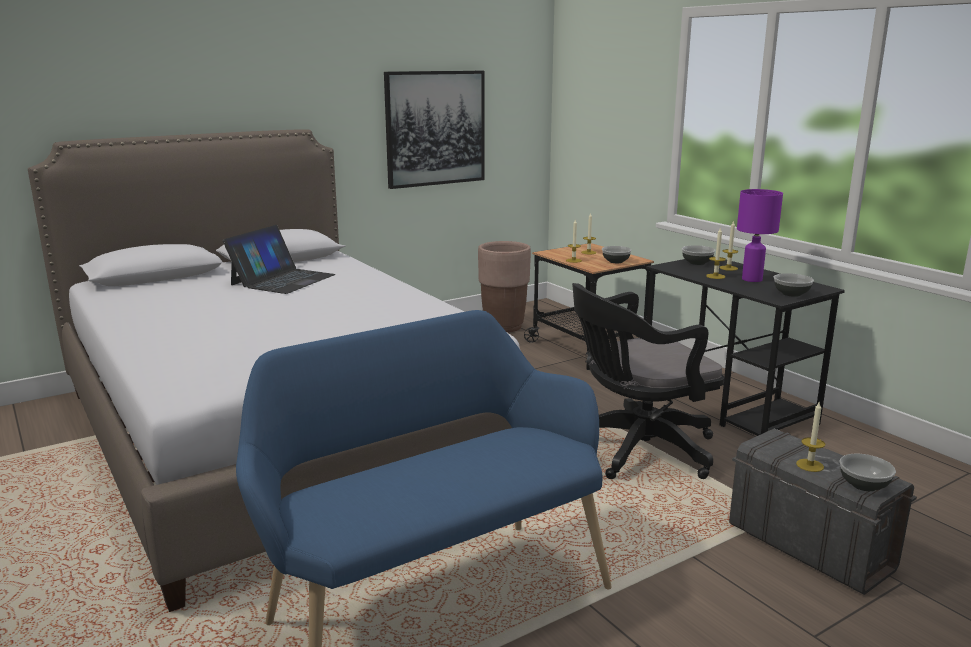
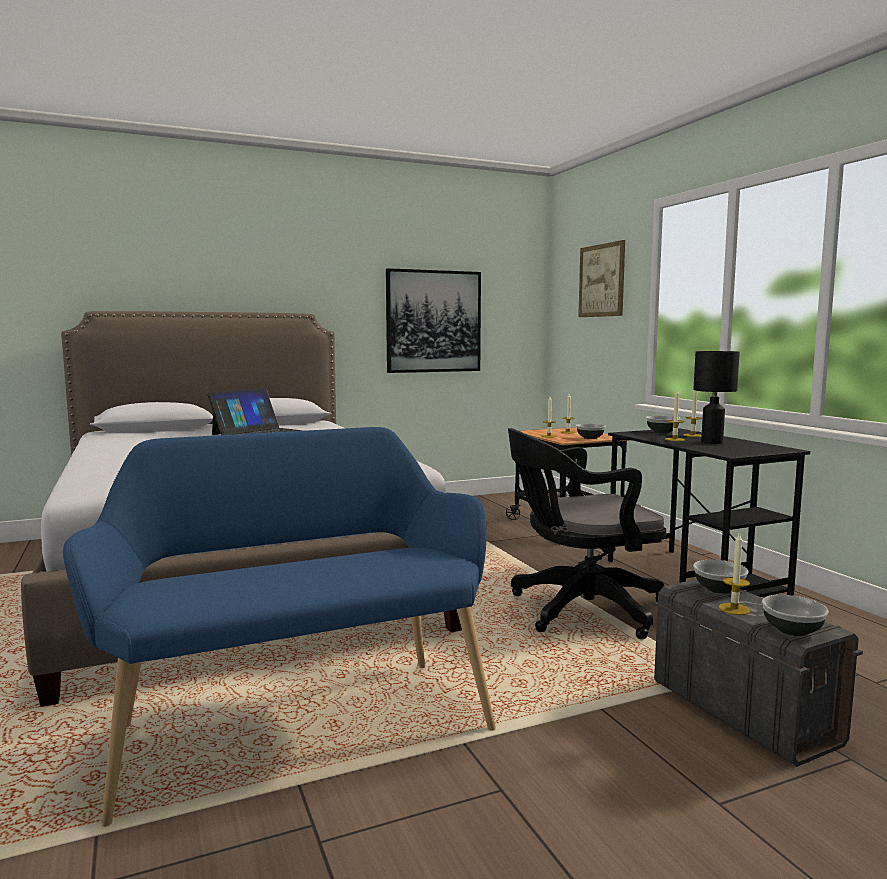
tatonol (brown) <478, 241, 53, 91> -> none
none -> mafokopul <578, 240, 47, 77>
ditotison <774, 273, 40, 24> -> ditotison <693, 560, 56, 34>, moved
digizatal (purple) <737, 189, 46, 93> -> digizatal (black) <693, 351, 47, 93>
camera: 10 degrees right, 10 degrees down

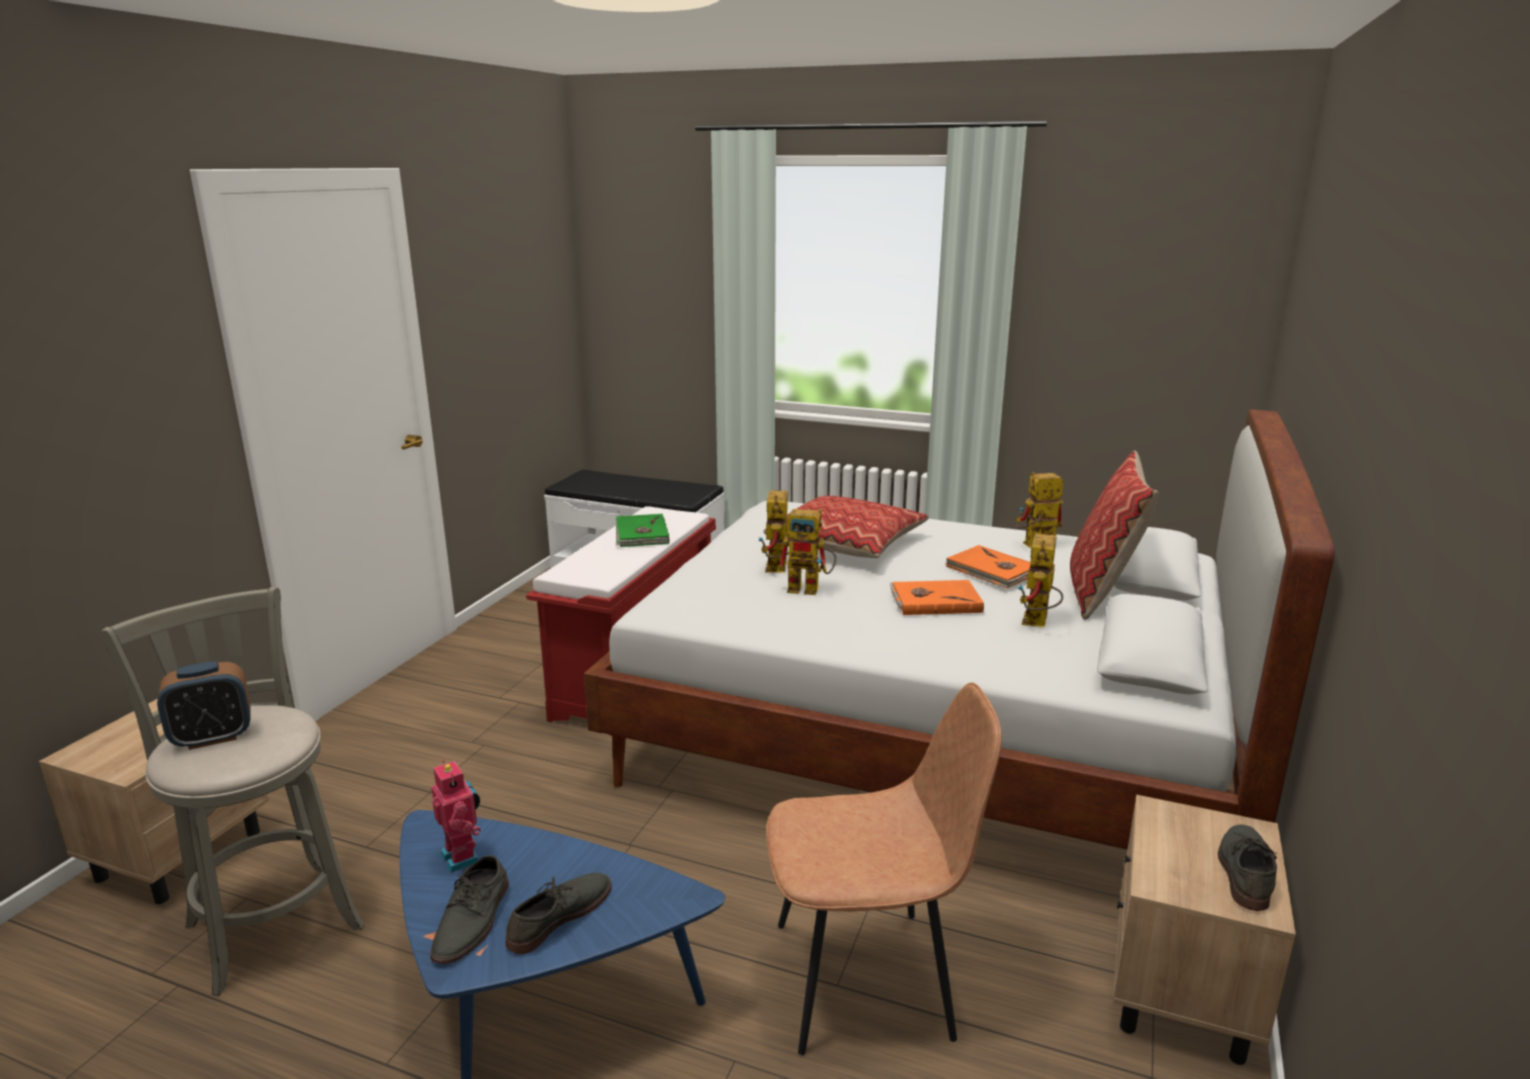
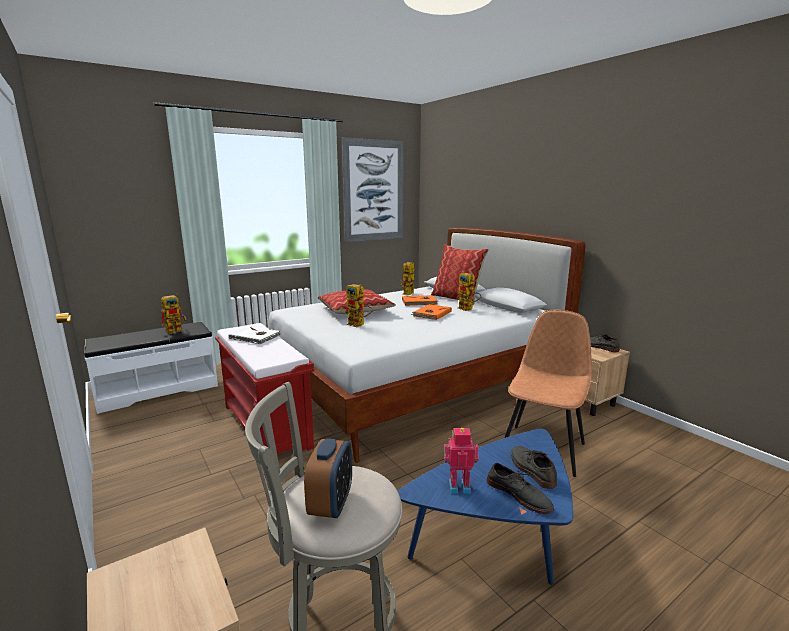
none -> mafokopul <342, 137, 62, 105>
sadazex <777, 509, 59, 86> -> sadazex <161, 293, 26, 41>, moved
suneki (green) <616, 514, 54, 33> -> suneki (white) <228, 326, 52, 19>
camera: 55 degrees left, 5 degrees down

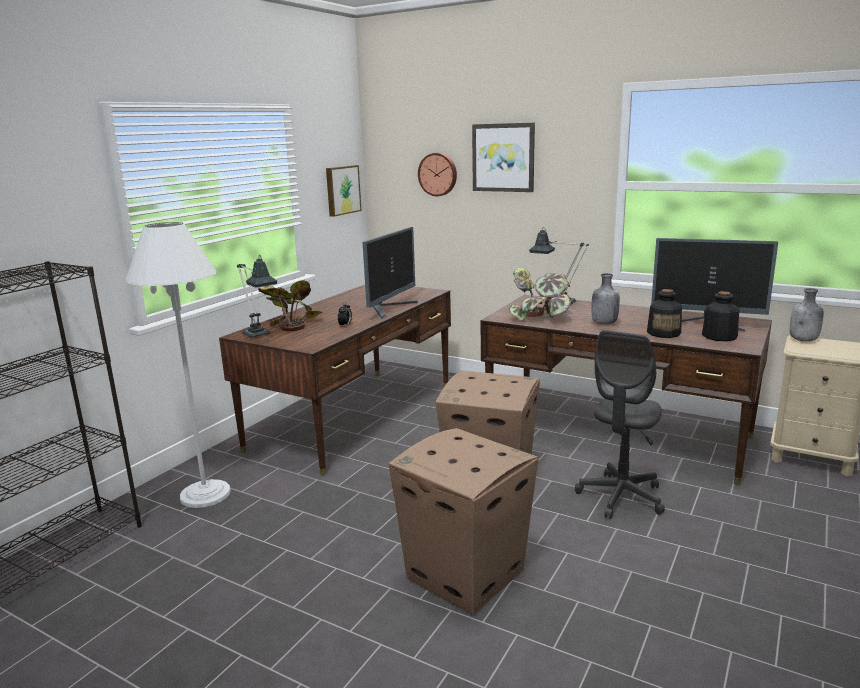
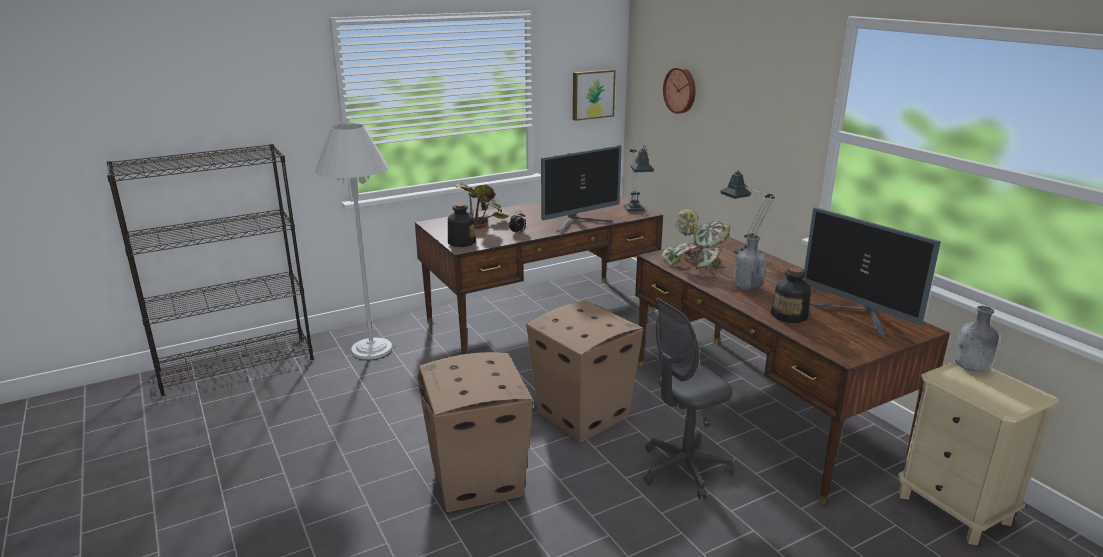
mafokopul <472, 123, 63, 69> -> none
digizatal <237, 256, 40, 82> -> digizatal <624, 145, 30, 67>, moved
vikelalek <702, 291, 37, 50> -> vikelalek <448, 203, 28, 44>, moved
camera: 30 degrees right, 5 degrees up

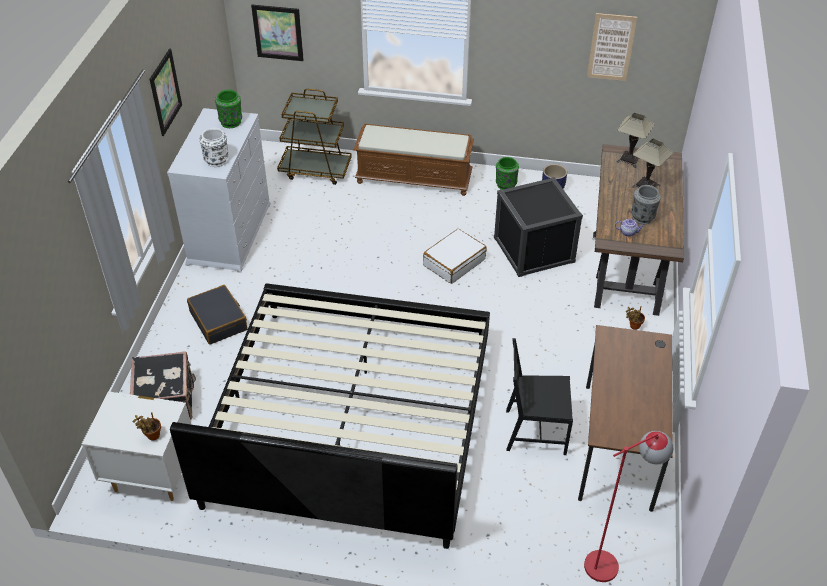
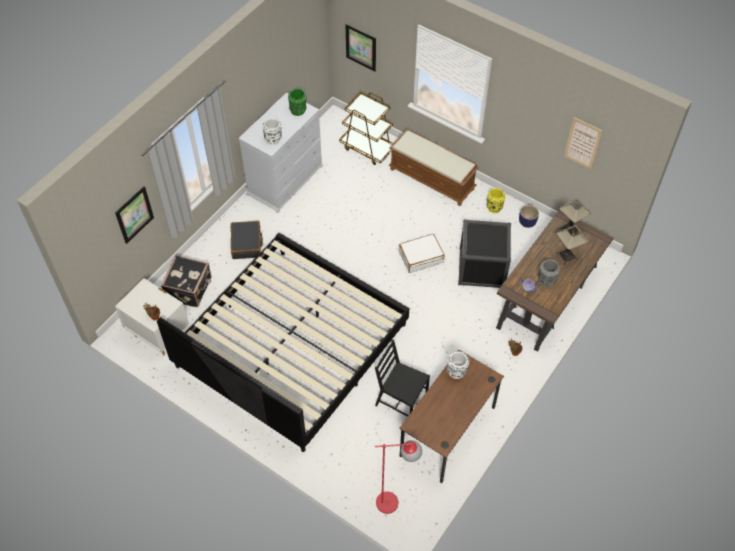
none -> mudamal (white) <447, 351, 22, 28>
mafokopul <149, 49, 33, 87> -> mafokopul <115, 186, 39, 58>, moved
mudamal (green) <496, 157, 23, 33> -> mudamal (yellow) <487, 188, 18, 25>
camera: 25 degrees right, 10 degrees up

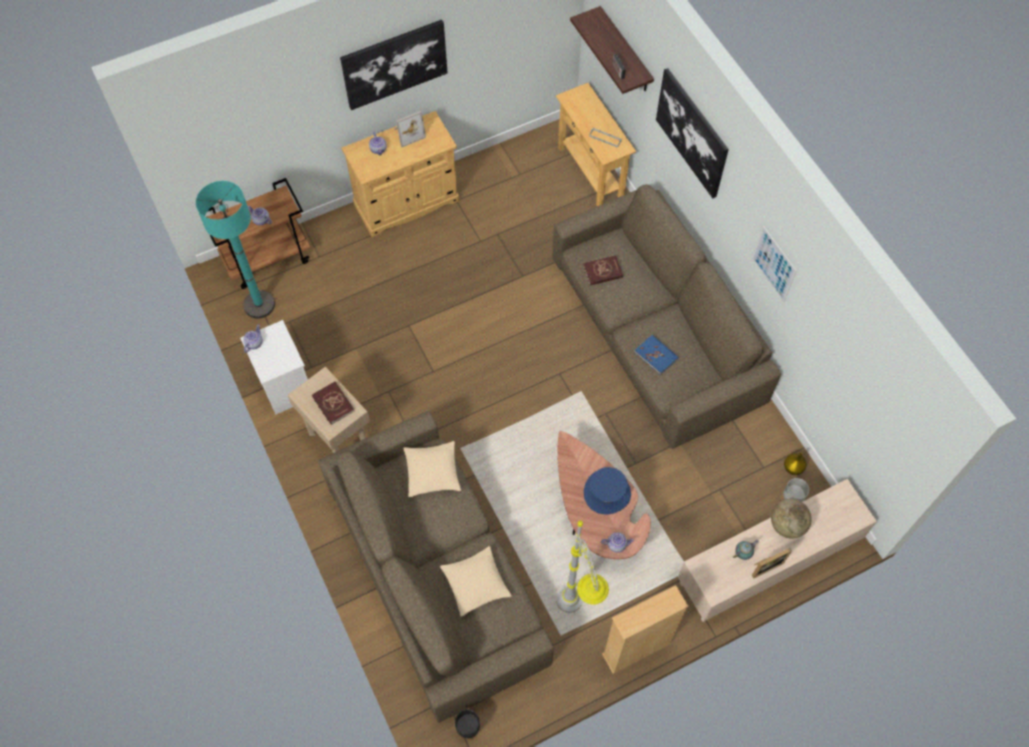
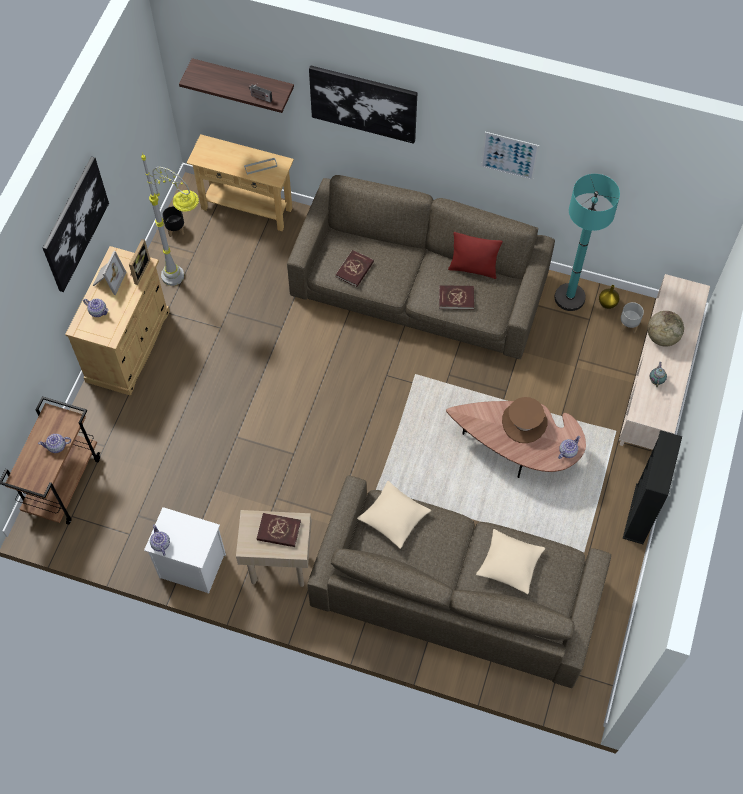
none -> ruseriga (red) <448, 232, 55, 47>
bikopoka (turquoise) <196, 181, 79, 138> -> bikopoka (turquoise) <554, 174, 66, 137>, moved
tatonol (black) <455, 710, 26, 31> -> tatonol (black) <162, 206, 22, 31>, moved
bikopoka (grey) <556, 520, 53, 93> -> bikopoka (grey) <141, 153, 58, 133>, moved
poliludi <752, 548, 40, 31> -> poliludi <129, 239, 21, 46>, moved
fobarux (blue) <584, 467, 47, 48> -> fobarux (brown) <502, 397, 45, 46>
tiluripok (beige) <602, 585, 86, 89> -> tiluripok (black) <623, 430, 59, 114>
suneki (blue) <634, 335, 45, 40> -> suneki (red) <439, 285, 35, 24>
camera: 45 degrees left, 0 degrees up

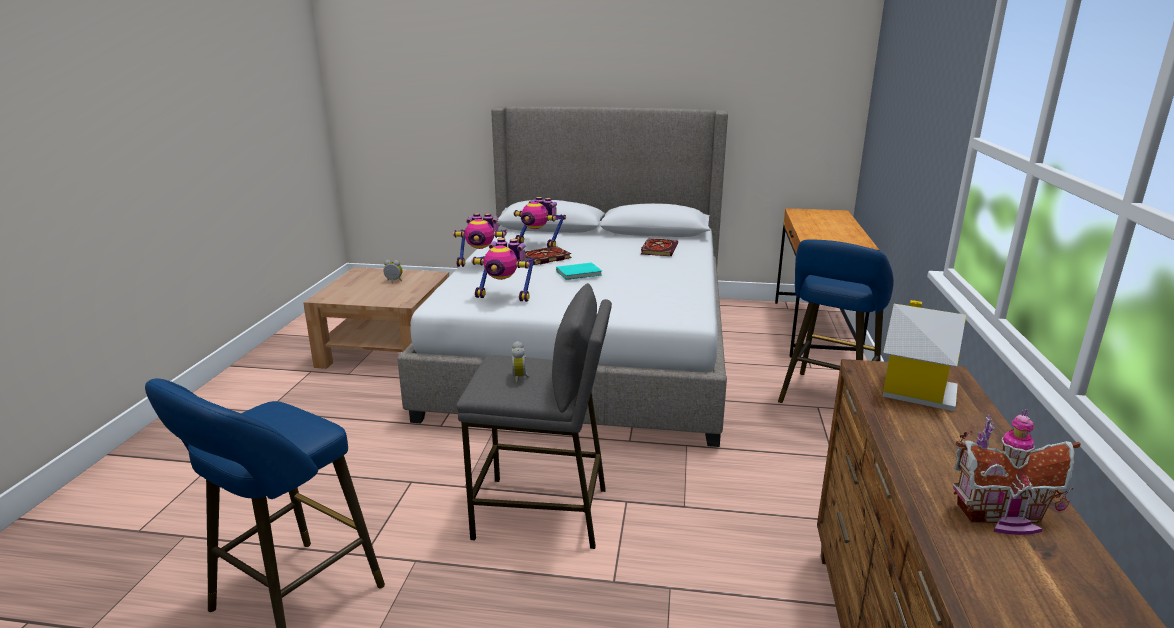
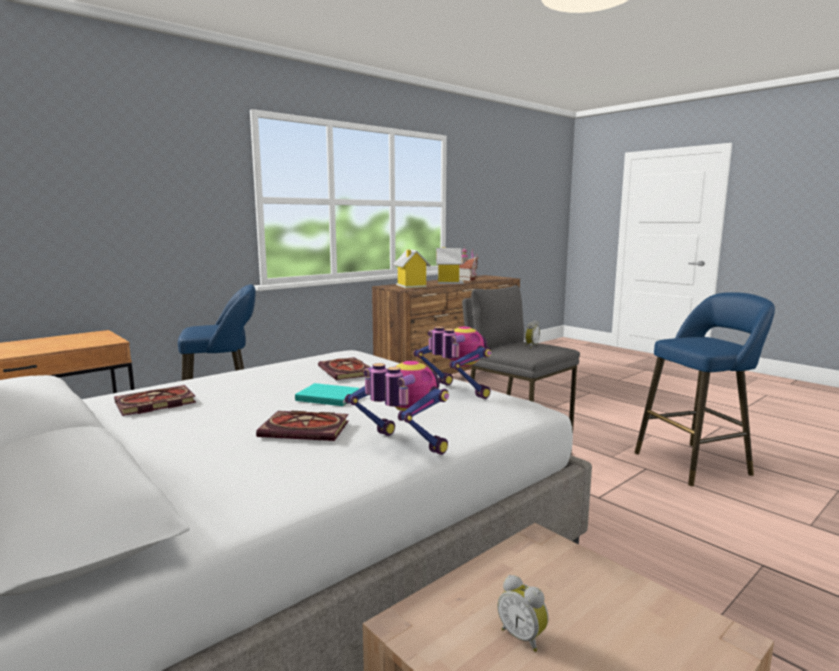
sadazex <513, 197, 53, 50> -> none
none -> suneki <318, 357, 52, 23>
none -> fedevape <436, 247, 28, 37>
camera: 140 degrees left, 10 degrees down

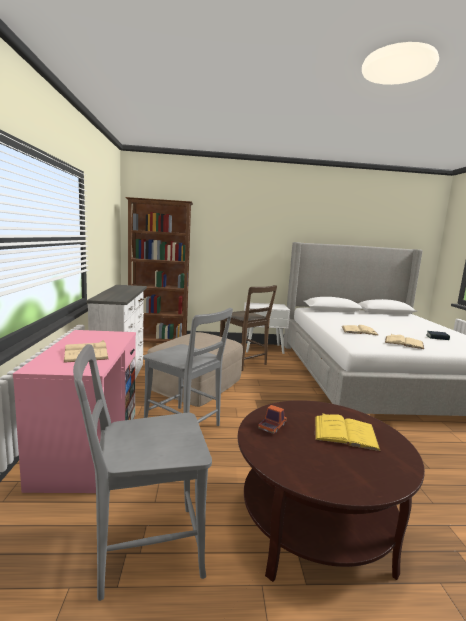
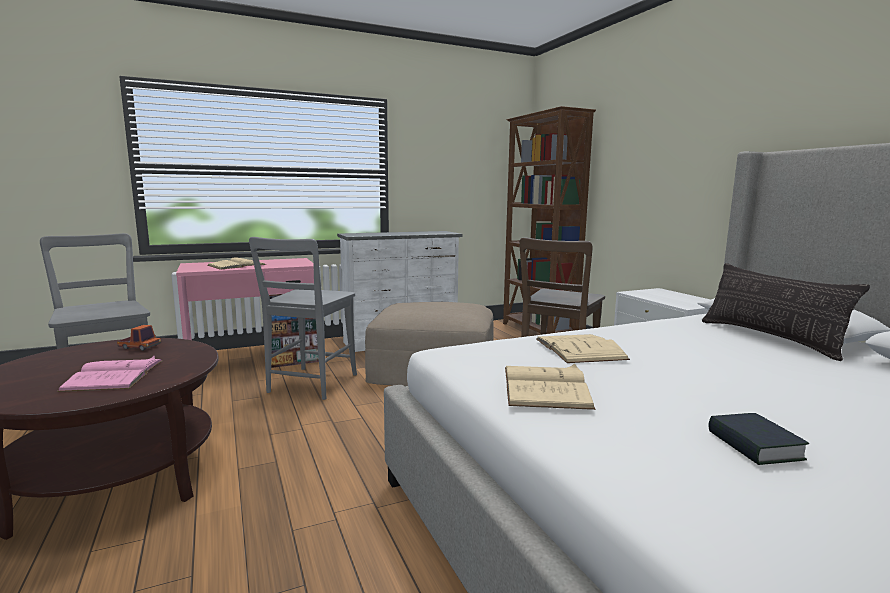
none -> ruseriga <702, 263, 168, 98>
suneki (yellow) <315, 413, 66, 39> -> suneki (pink) <57, 356, 106, 36>
camera: 70 degrees right, 0 degrees up

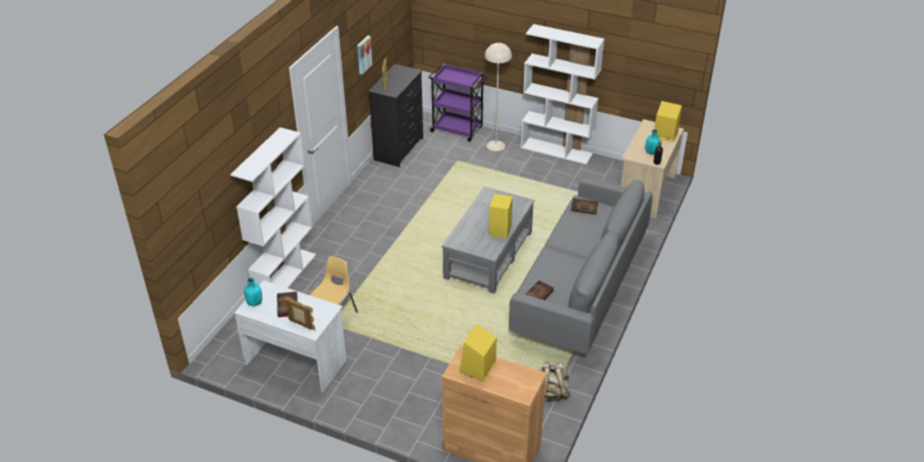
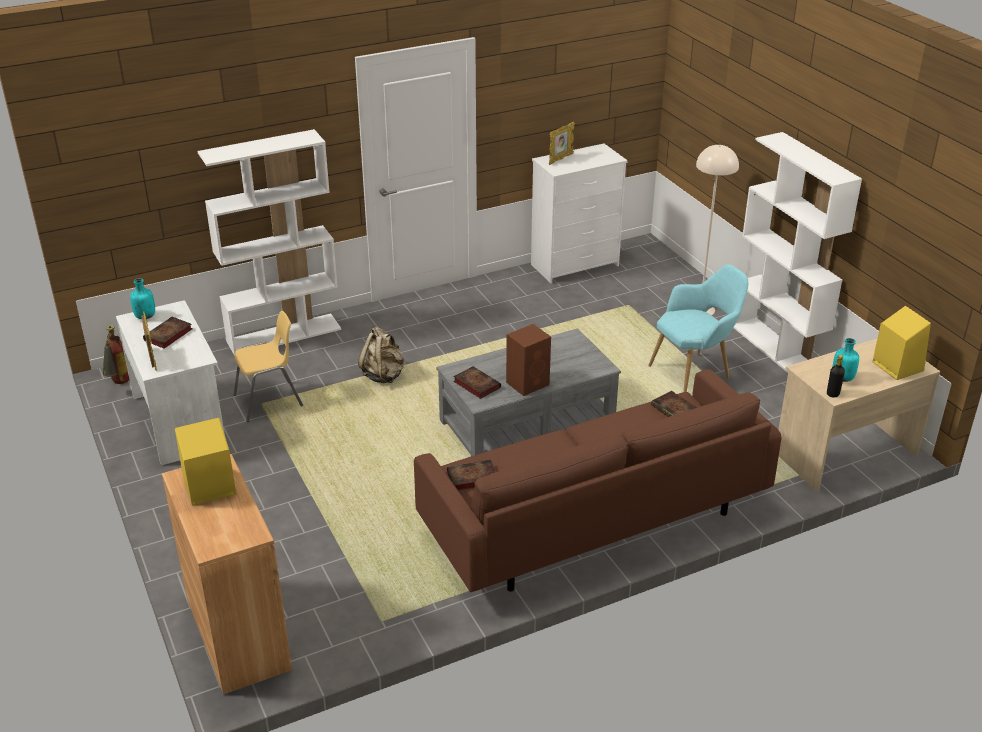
mafokopul <357, 36, 15, 38> -> none
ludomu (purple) <429, 64, 58, 78> -> none
none -> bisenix <103, 325, 27, 59>
none -> suneki <453, 366, 48, 33>
none -> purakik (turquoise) <648, 264, 100, 128>
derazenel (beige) <539, 361, 31, 40> -> derazenel (beige) <358, 327, 46, 57>, moved
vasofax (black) <368, 64, 55, 103> -> vasofax (white) <531, 144, 97, 139>
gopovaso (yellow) <489, 194, 24, 44> -> gopovaso (brown) <506, 324, 45, 72>
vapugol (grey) <509, 177, 144, 177> -> vapugol (brown) <414, 369, 367, 223>
camera: 40 degrees right, 5 degrees down

